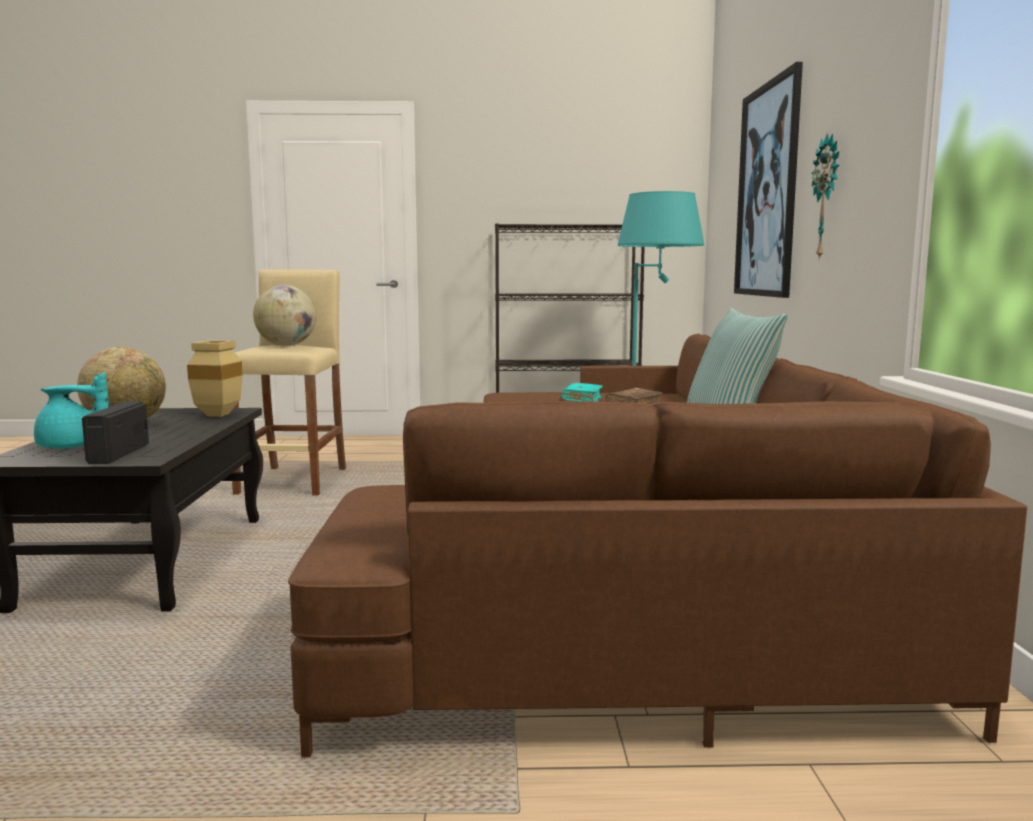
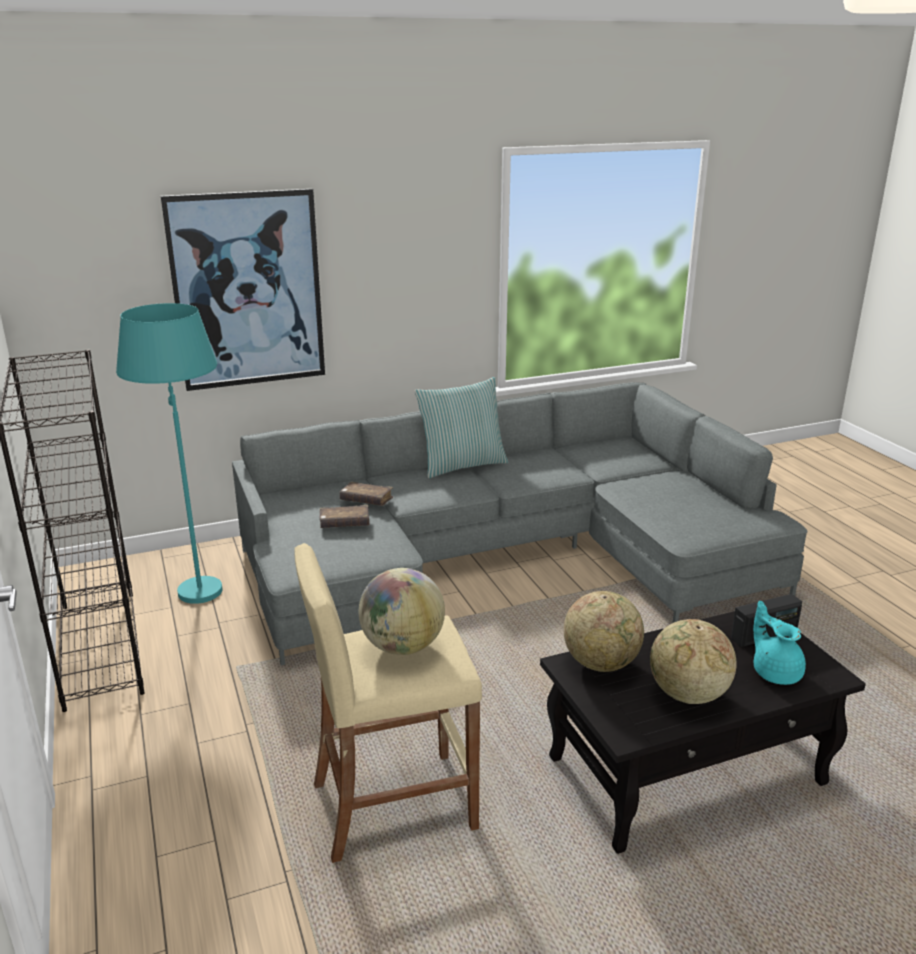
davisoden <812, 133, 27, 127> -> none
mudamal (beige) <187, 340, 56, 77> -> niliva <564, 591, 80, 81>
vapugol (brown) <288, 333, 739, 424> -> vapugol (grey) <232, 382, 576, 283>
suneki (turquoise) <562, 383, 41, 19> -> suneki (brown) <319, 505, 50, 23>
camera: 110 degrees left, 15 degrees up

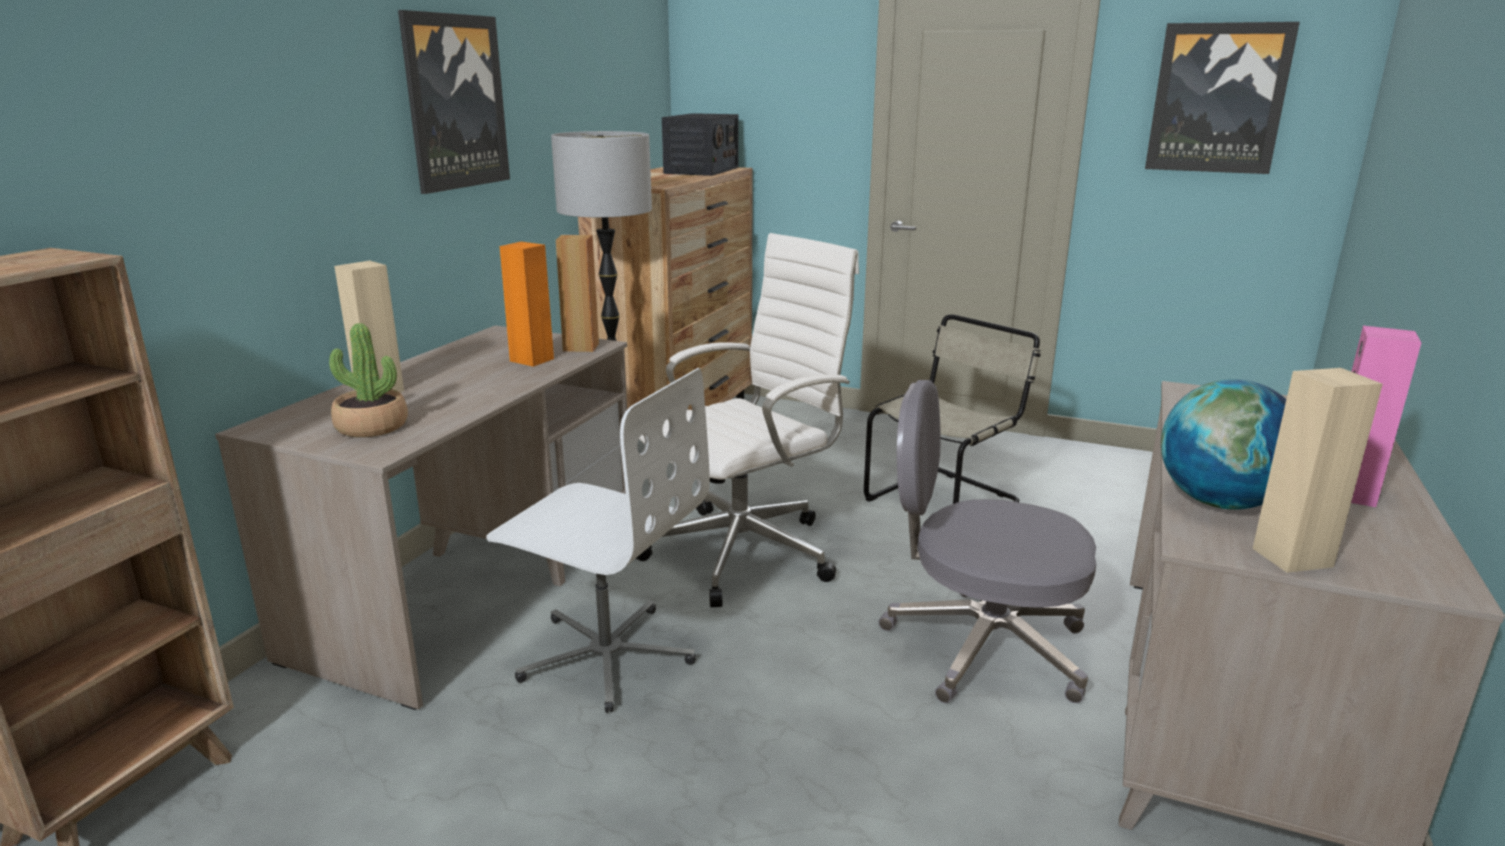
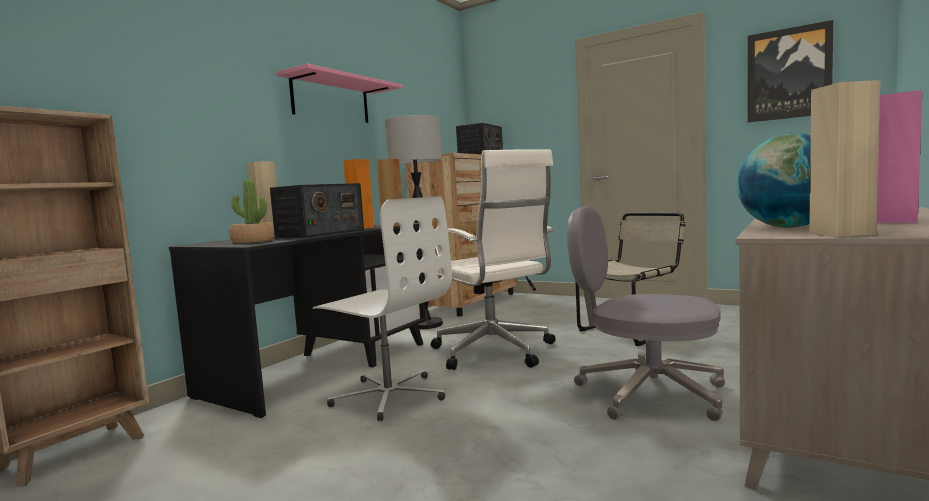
none -> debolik <270, 183, 94, 55>
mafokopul <398, 10, 112, 184> -> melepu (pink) <276, 64, 127, 59>
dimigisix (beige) <215, 325, 412, 385> -> dimigisix (black) <169, 224, 257, 194>
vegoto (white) <636, 233, 223, 374> -> vegoto (white) <431, 149, 125, 221>, 90 degrees clockwise
camera: 10 degrees right, 15 degrees down

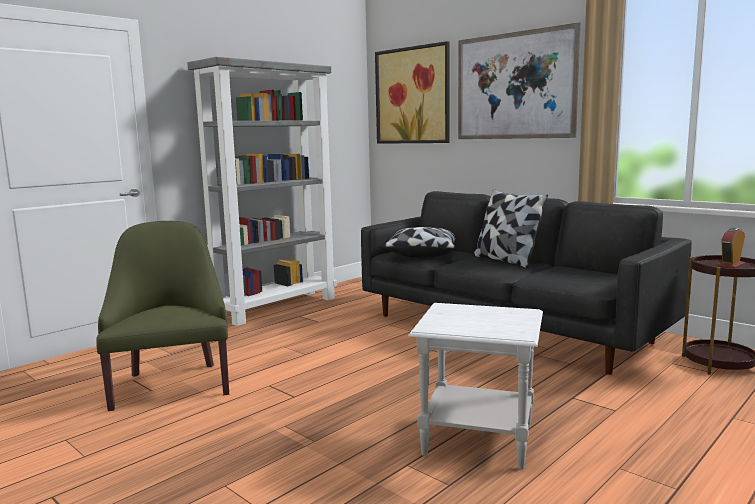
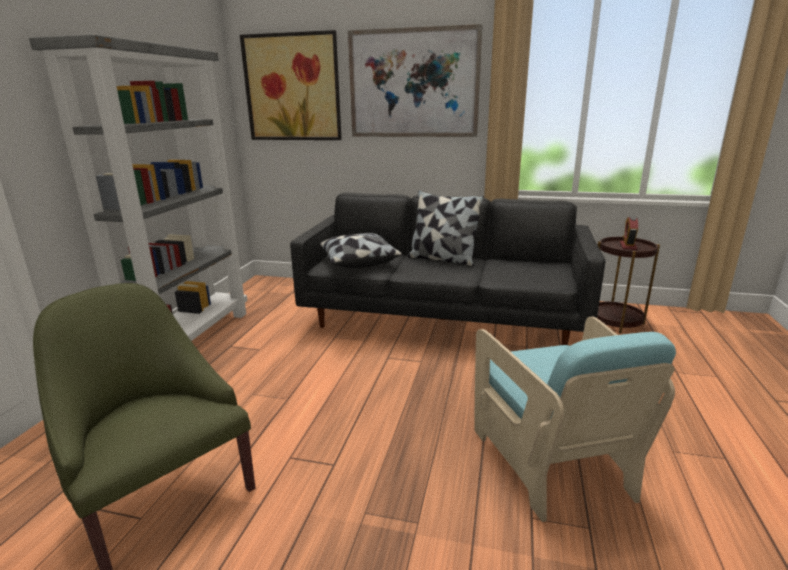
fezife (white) <408, 303, 135, 166> -> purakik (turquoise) <474, 317, 202, 205>
camera: 30 degrees left, 10 degrees up

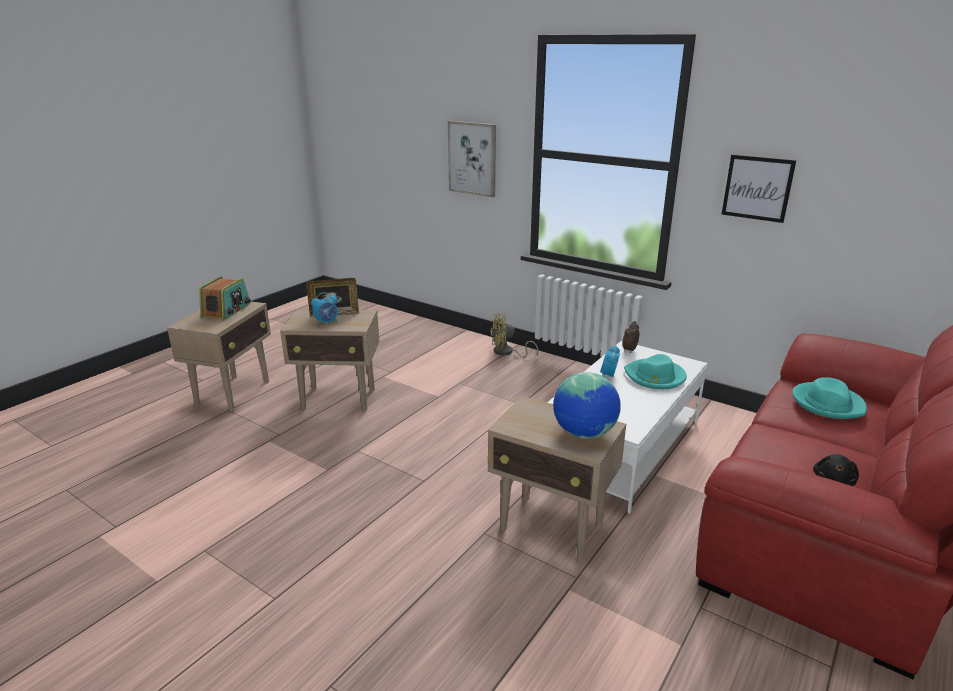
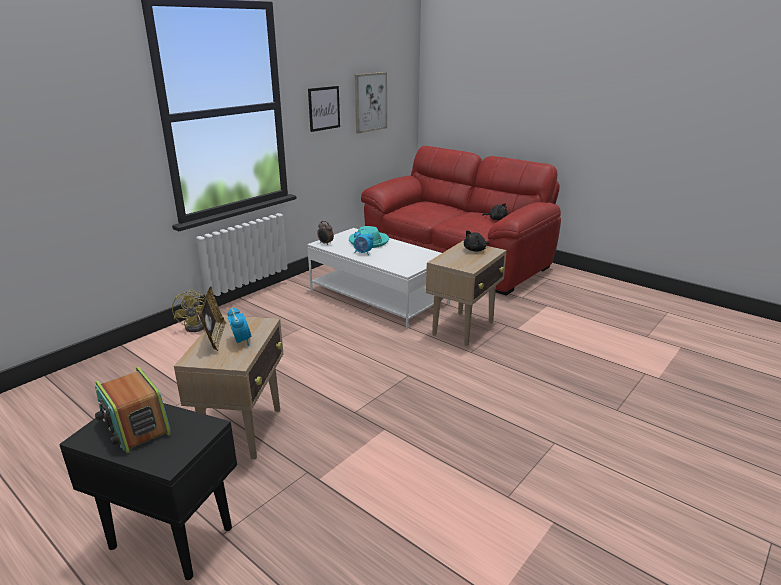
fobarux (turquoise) <792, 377, 75, 42> -> none
mafokopul <448, 121, 48, 76> -> mafokopul <355, 72, 32, 61>, moved
niliva <553, 372, 68, 67> -> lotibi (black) <464, 230, 26, 22>
fezife (beige) <167, 301, 104, 111> -> fezife (black) <59, 403, 178, 177>
debolik <199, 276, 52, 44> -> debolik <95, 367, 76, 86>, 150 degrees counterclockwise
camera: 85 degrees left, 0 degrees up

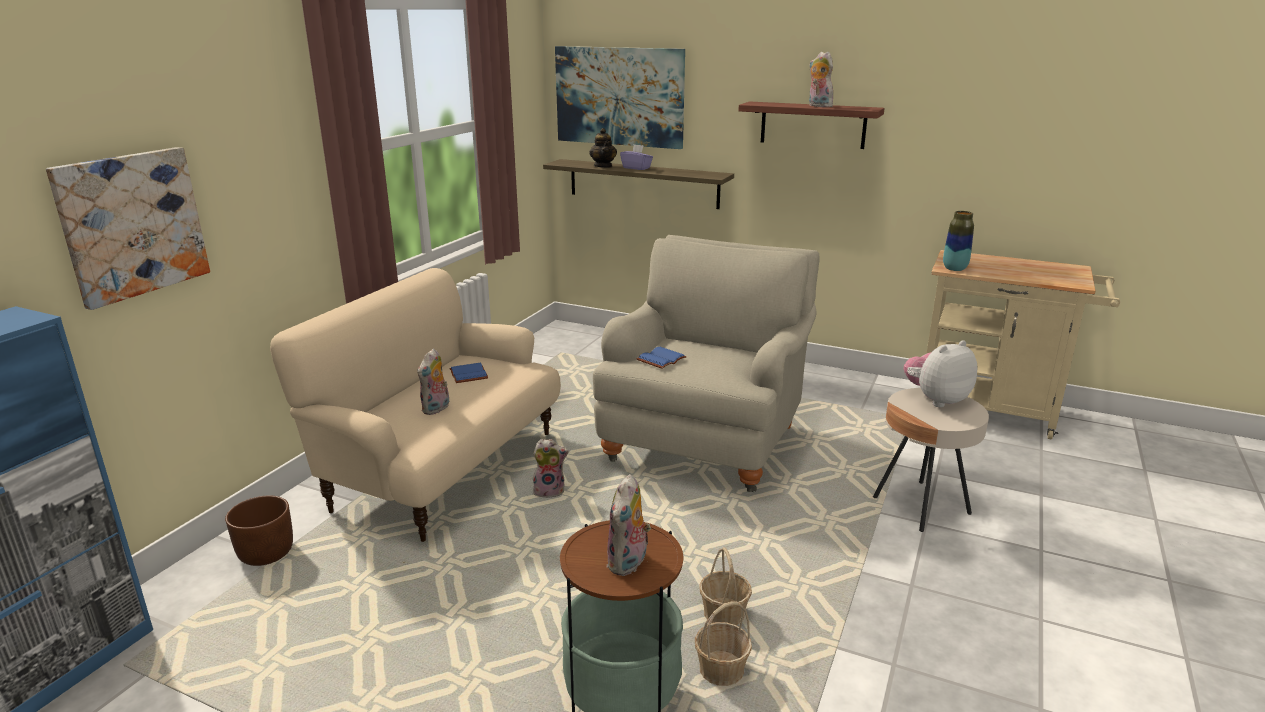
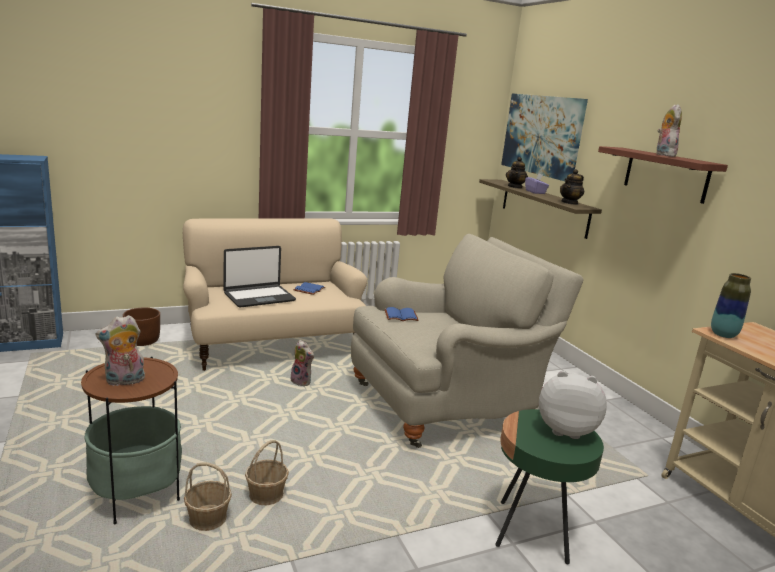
mafokopul <46, 147, 164, 163> -> none
none -> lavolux <560, 169, 24, 36>
lotibi <417, 349, 32, 66> -> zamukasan <224, 246, 72, 62>
fezife (beige) <873, 388, 116, 144> -> fezife (green) <496, 409, 108, 155>
camera: 40 degrees right, 5 degrees down

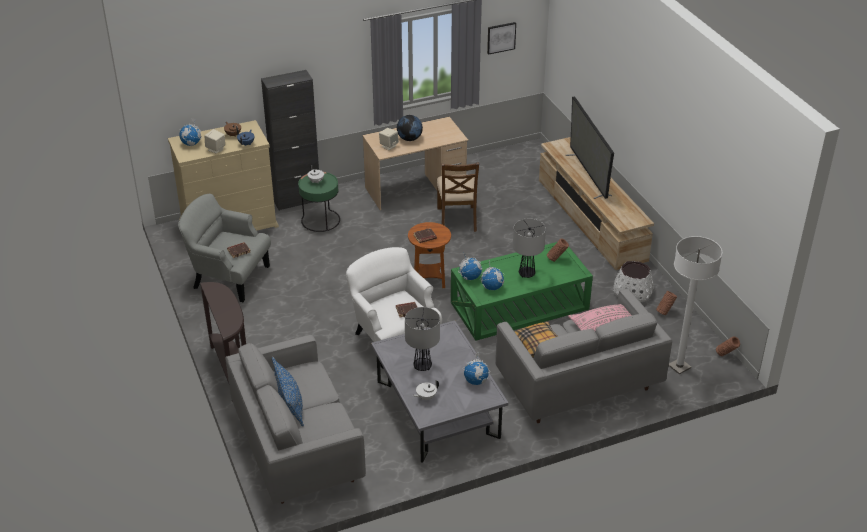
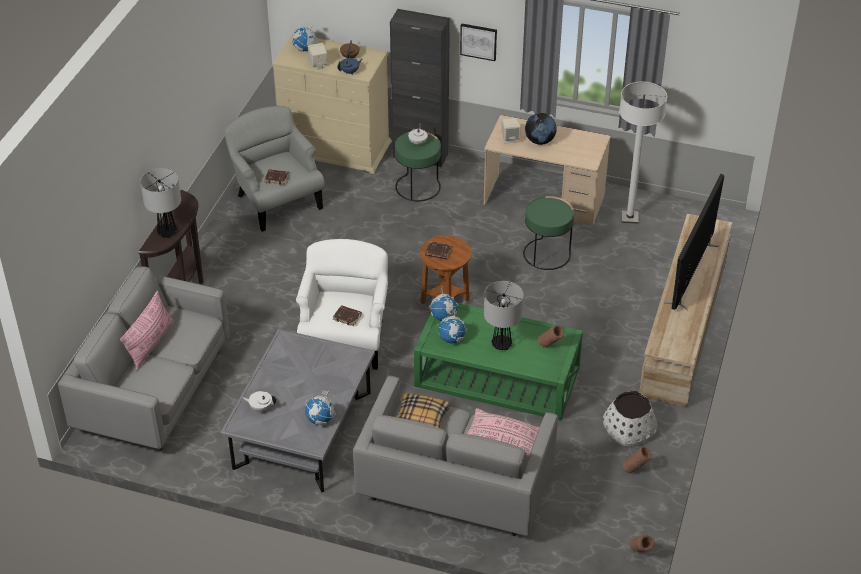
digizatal <405, 307, 35, 64> -> digizatal <140, 168, 41, 70>, moved
mafokopul <487, 22, 29, 33> -> mafokopul <460, 24, 37, 37>, moved
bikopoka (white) <669, 236, 53, 139> -> bikopoka (white) <619, 82, 48, 142>, moved
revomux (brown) <437, 162, 42, 70> -> fezife (green) <523, 196, 51, 74>
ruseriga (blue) <272, 357, 32, 70> -> ruseriga (pink) <120, 291, 55, 80>
camera: 40 degrees right, 5 degrees up

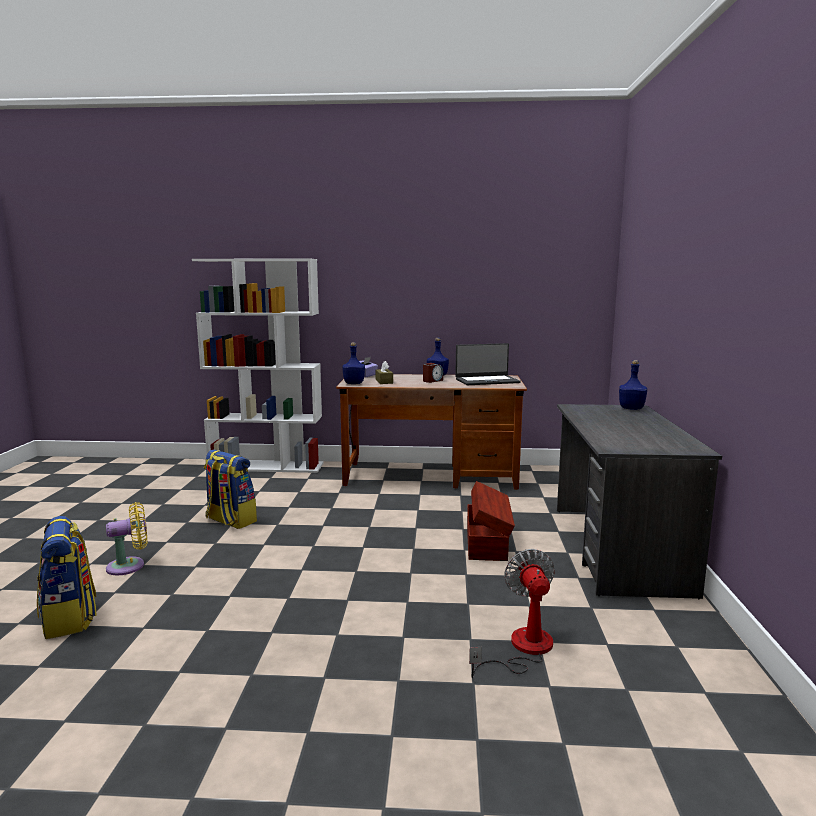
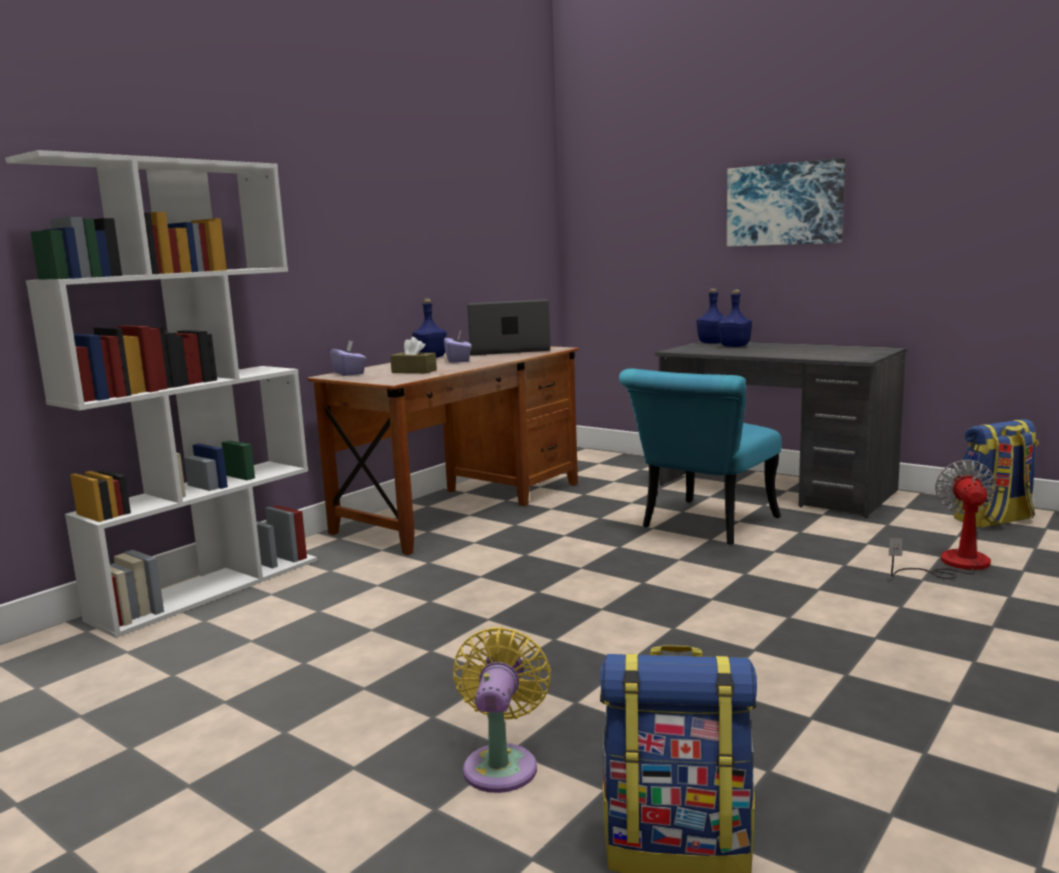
none -> mafokopul <727, 158, 118, 89>
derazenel <204, 450, 53, 79> -> derazenel <954, 419, 85, 109>, moved
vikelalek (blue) <343, 342, 22, 42> -> vikelalek (blue) <719, 289, 33, 58>, moved
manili <423, 363, 20, 20> -> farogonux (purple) <444, 330, 27, 33>
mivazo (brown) <467, 481, 48, 80> -> revomux (turquoise) <619, 368, 162, 177>
zamukasan <455, 343, 66, 42> -> zamukasan <467, 299, 84, 56>, 120 degrees counterclockwise
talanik <469, 549, 86, 129> -> talanik <889, 460, 108, 119>, 75 degrees clockwise
camera: 55 degrees left, 0 degrees up

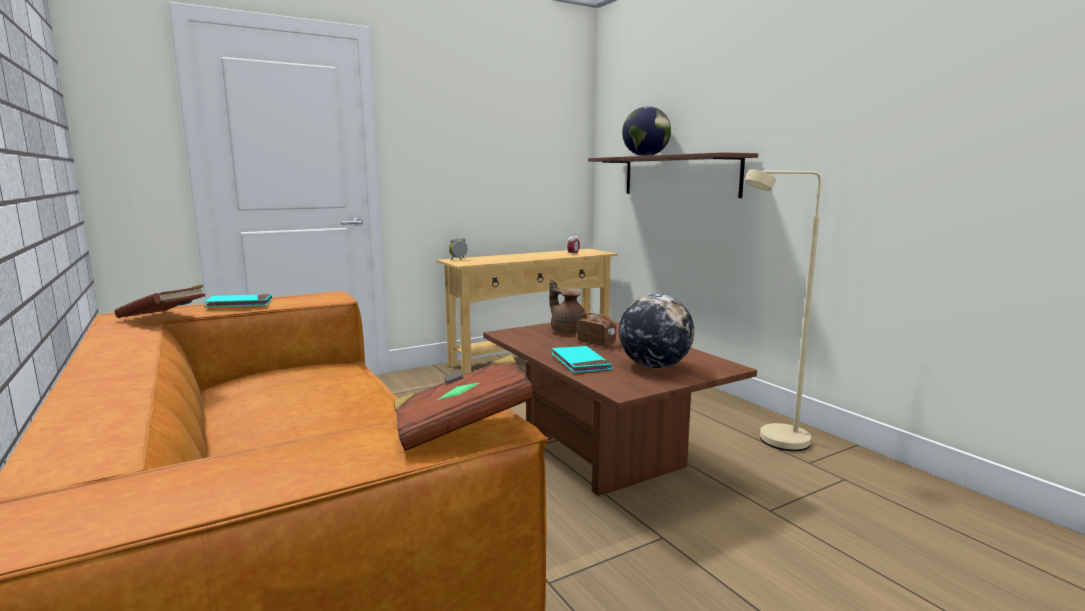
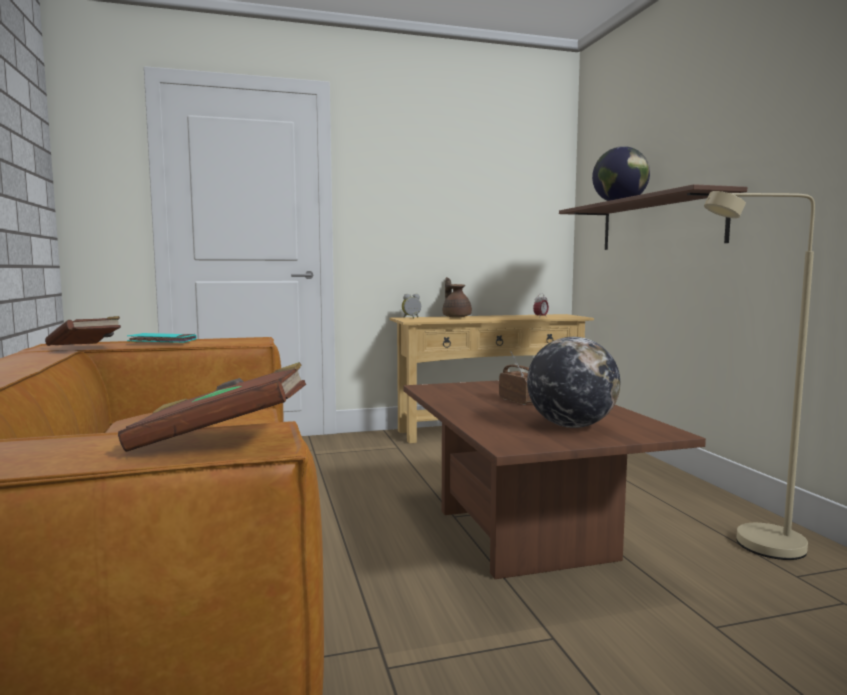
suneki (turquoise) <552, 346, 60, 27> -> none
lavolux (brown) <549, 279, 38, 55> -> lavolux (brown) <443, 277, 29, 41>, moved
camera: 15 degrees right, 5 degrees down

